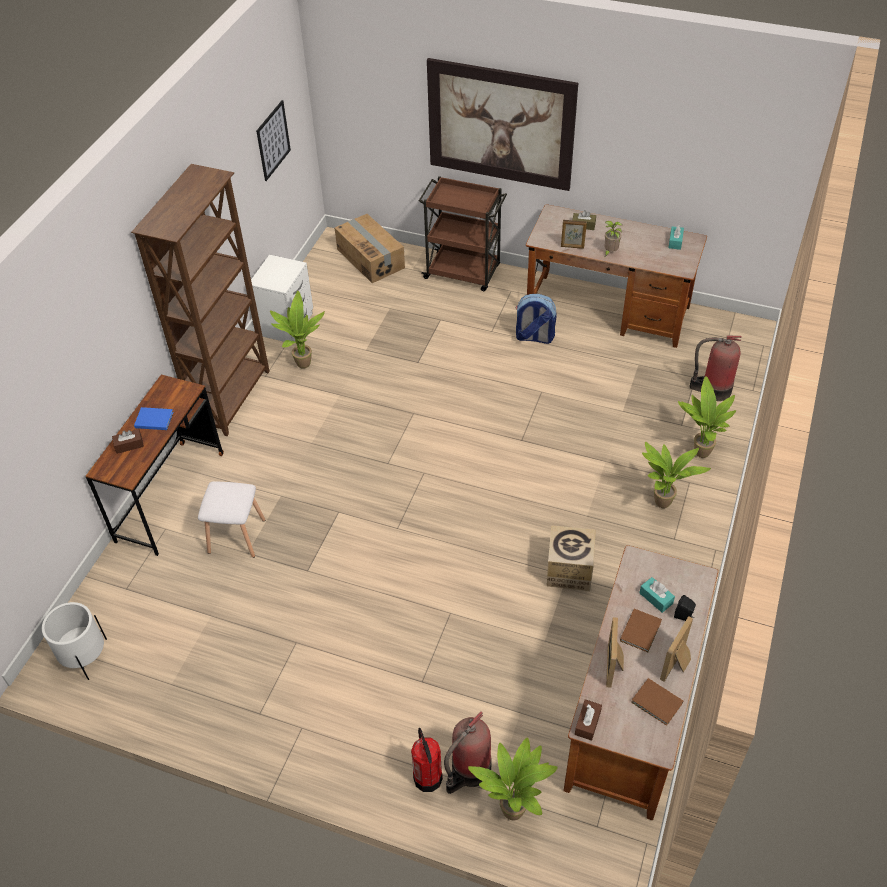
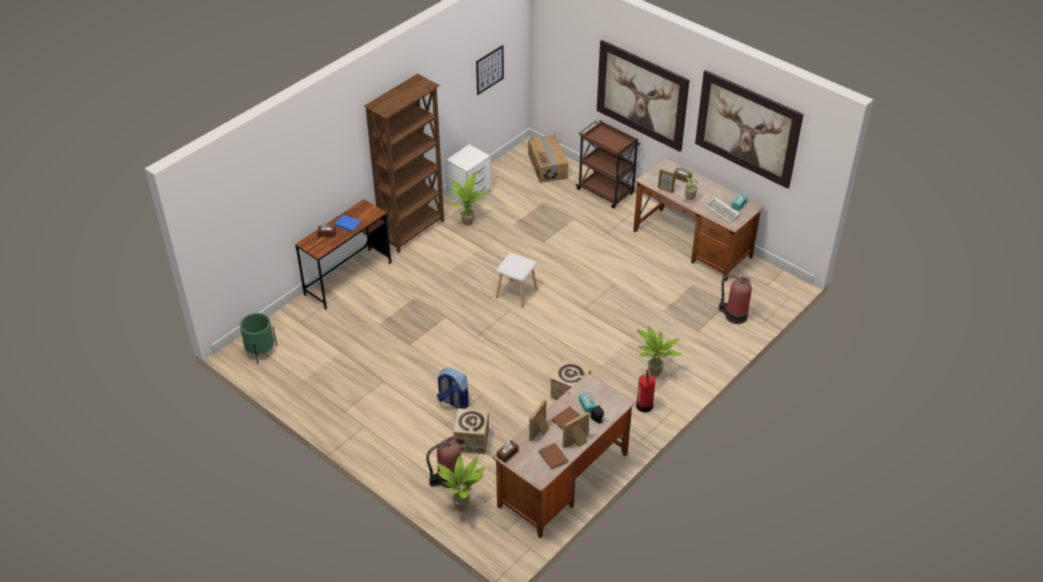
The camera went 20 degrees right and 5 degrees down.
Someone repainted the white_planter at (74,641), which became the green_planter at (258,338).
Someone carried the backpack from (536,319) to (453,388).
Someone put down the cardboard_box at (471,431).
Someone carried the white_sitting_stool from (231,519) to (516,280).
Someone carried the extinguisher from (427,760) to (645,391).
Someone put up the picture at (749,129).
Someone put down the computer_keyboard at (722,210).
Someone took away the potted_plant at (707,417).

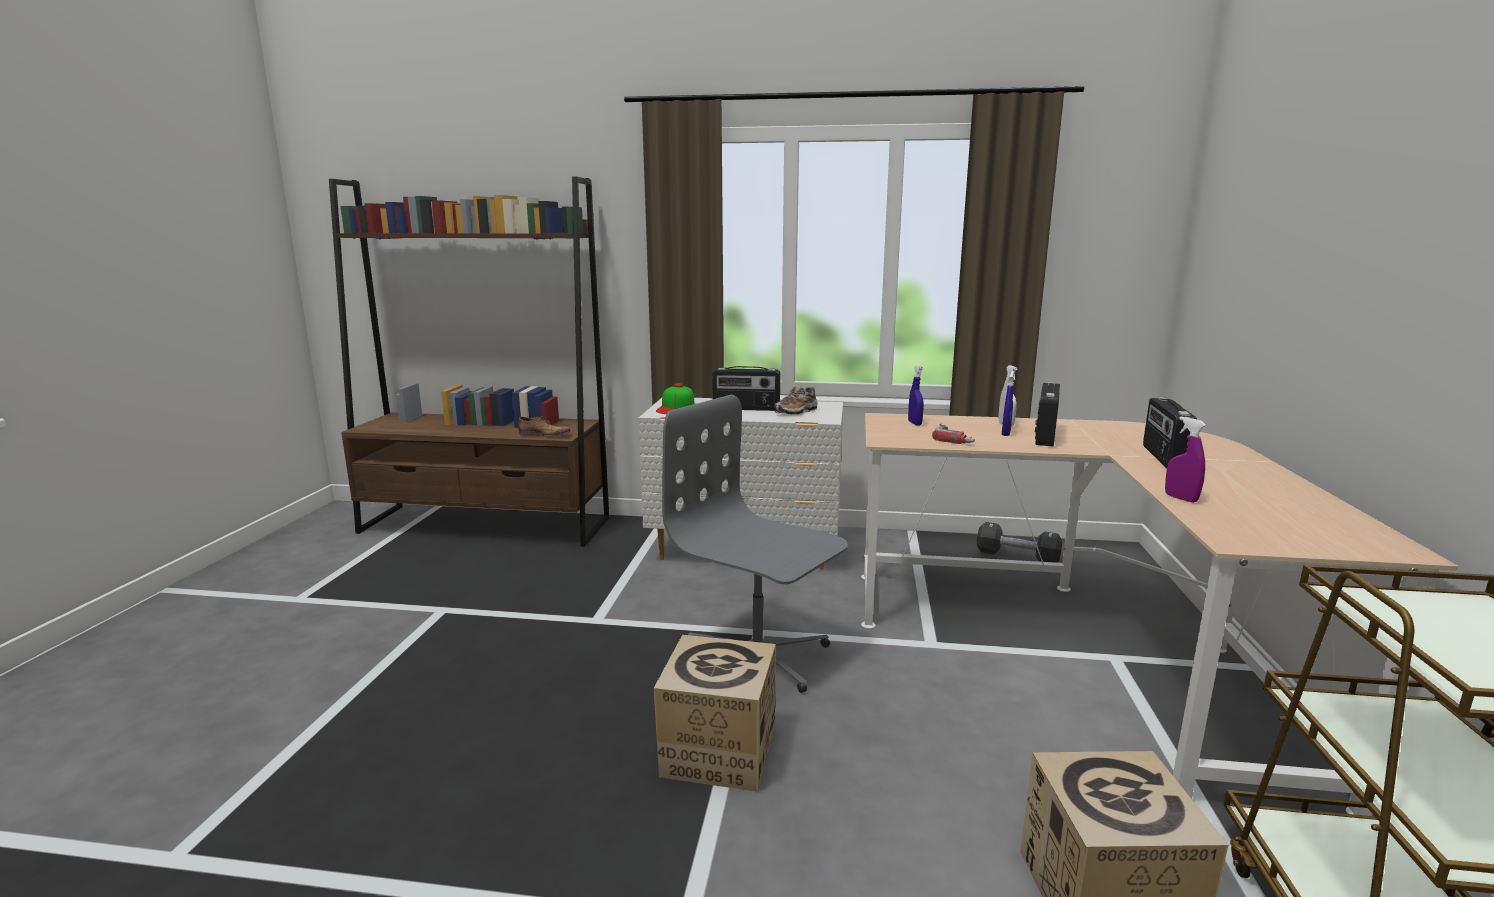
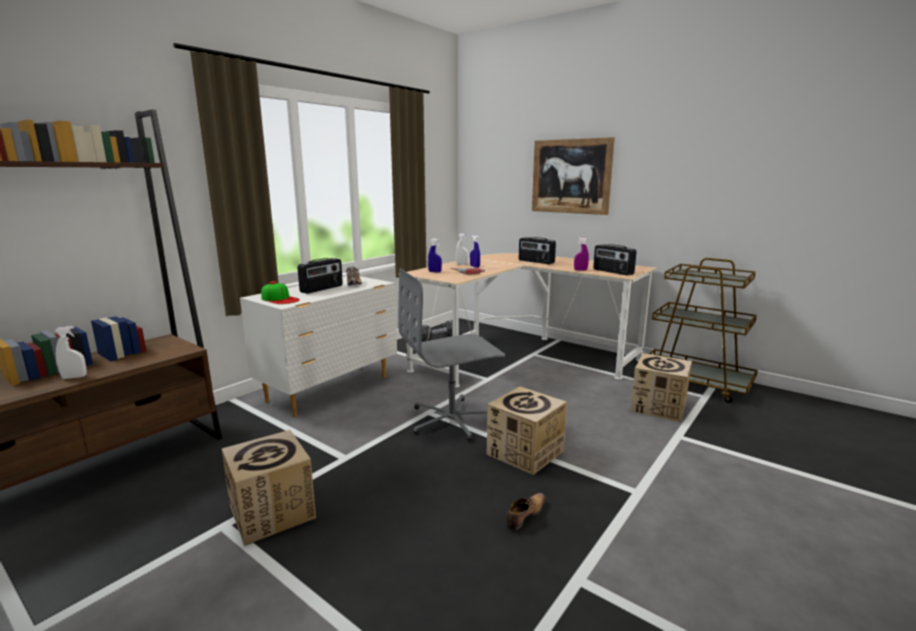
The camera went 60 degrees left and 0 degrees up.
Someone put down the white_spray_bottle at (70,352).
Someone put down the cardboard_box at (269,488).
Someone carried the shoe from (544,426) to (526,512).
Someone put up the picture at (573,176).
Someone carried the radio from (1047,414) to (615,260).

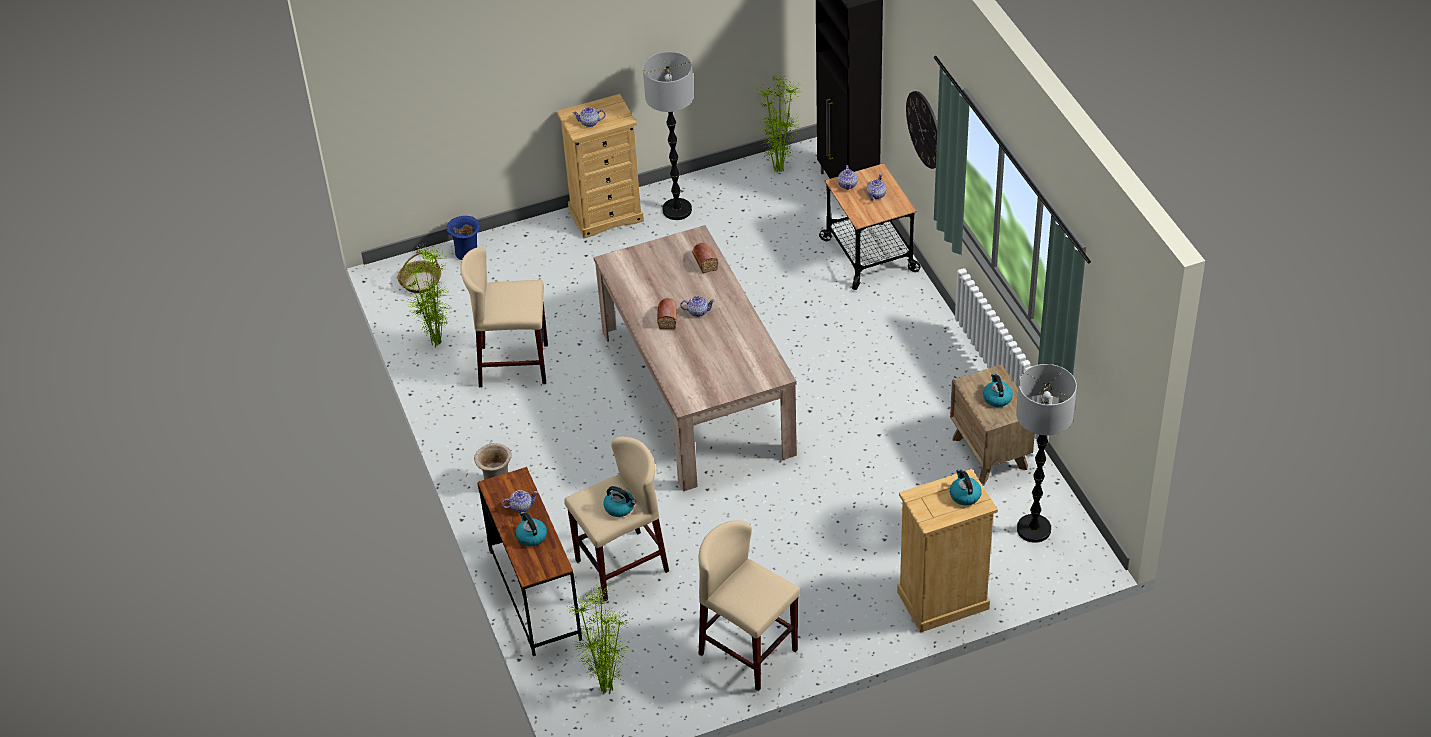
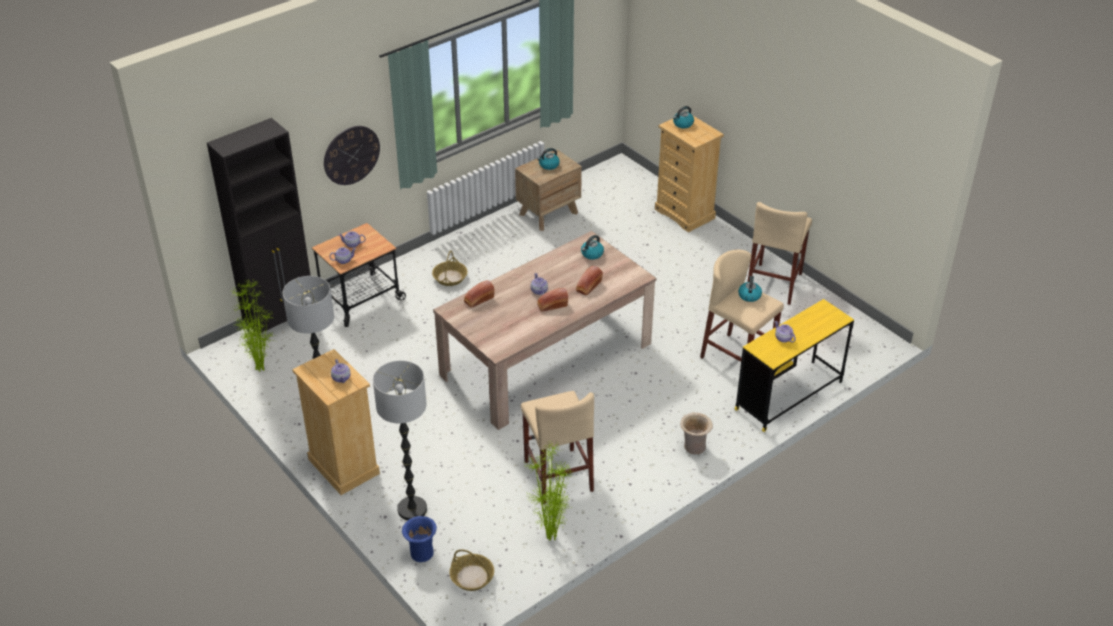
The camera went 110 degrees left and 5 degrees down.
Someone carried the standard_lamp from (1046,453) to (400,440).
Someone put down the household_basket at (450,268).
Someone put down the baked_bread at (589,280).
Someone carried the water_kettle from (531,529) to (592,247).
Someone repainted the brown-coloured_desk at (530,561), which became the yellow_desk at (794,365).
Someone took away the potted_plant at (598,638).

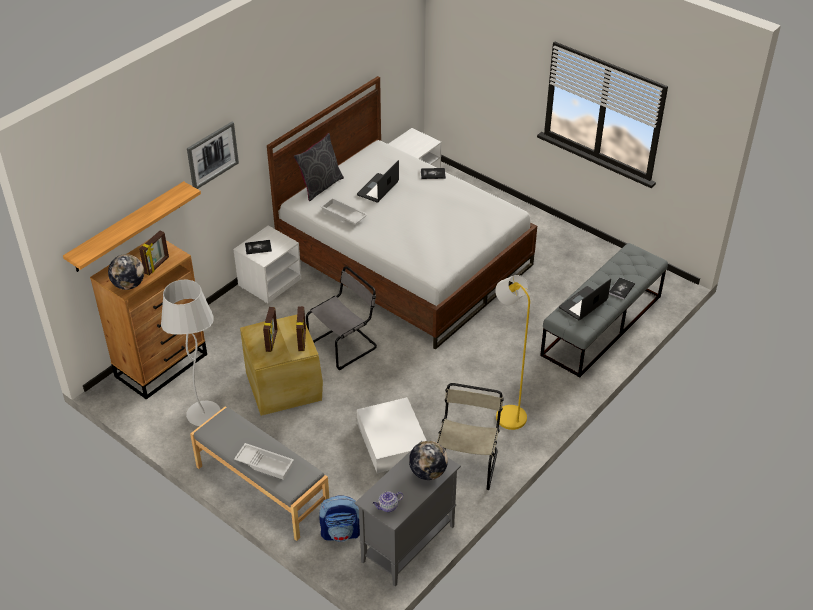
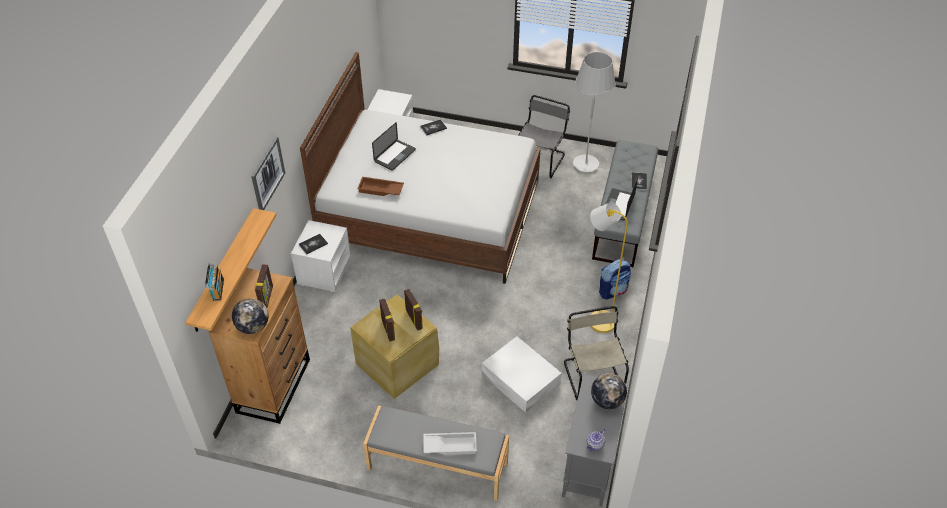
The camera went 25 degrees left and 5 degrees up.
Someone put down the radio at (214,282).
Someone repainted the white_tray at (344,210), which became the brown-coloured_tray at (380,186).
Someone rotated the notebook_computer at (378,181) by 150 degrees counterclockwise.
Someone carried the greyish_chair from (341,318) to (544,136).
Someone carried the white_standard_lamp from (191,353) to (594,112).
Someone carried the backpack from (339,518) to (615,279).
Someone took away the greyish_cushion at (318,167).

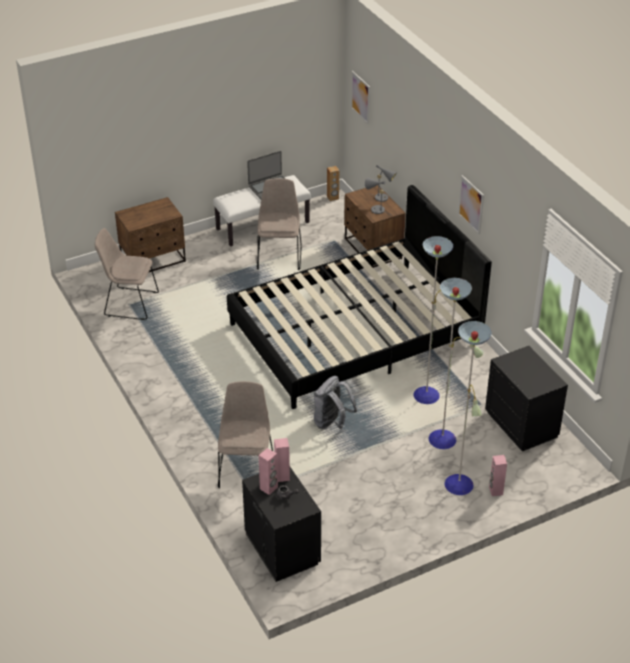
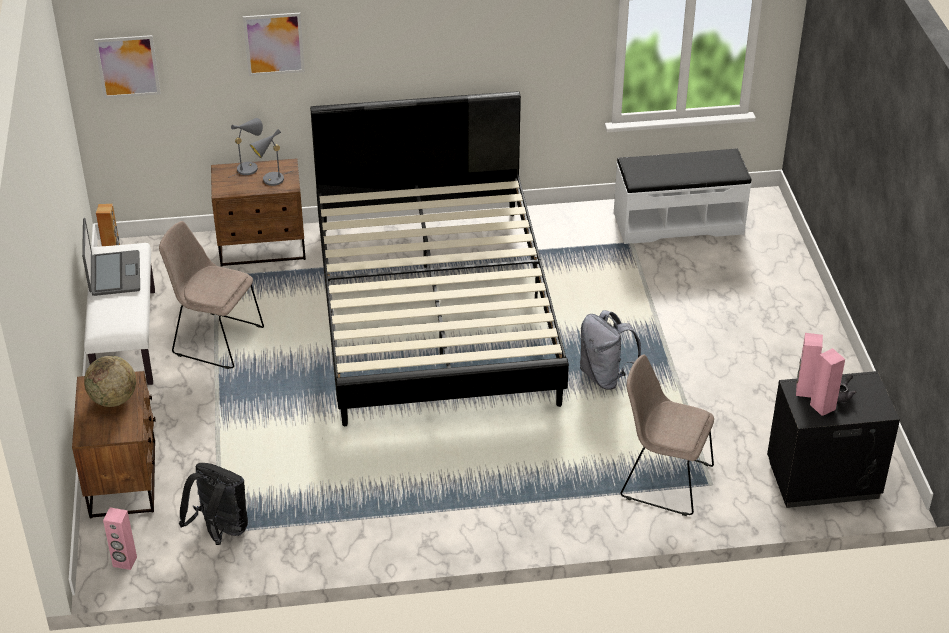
The camera went 70 degrees left and 0 degrees up.
Someone put down the world_globe at (110,381).
Someone carried the pink_loudspeaker from (498,475) to (120,538).
Someone swapped the beige_chair at (127,274) for the black-coloured_backpack at (213,504).
Someone carried the picture from (471,204) to (274,44).
Someone swapped the black-coloured_nightstand at (526,398) for the white_bench at (683,196).
Someone took away the standard_lamp at (452,365).

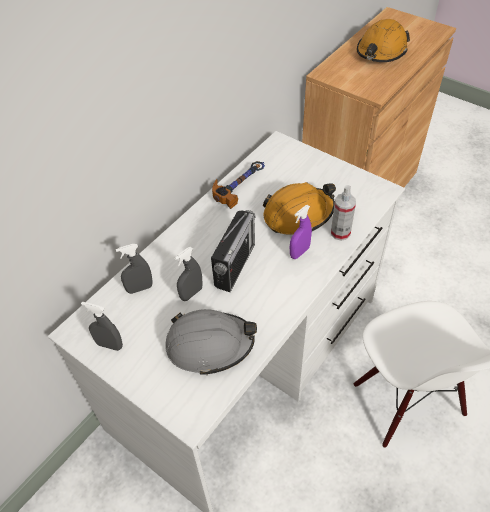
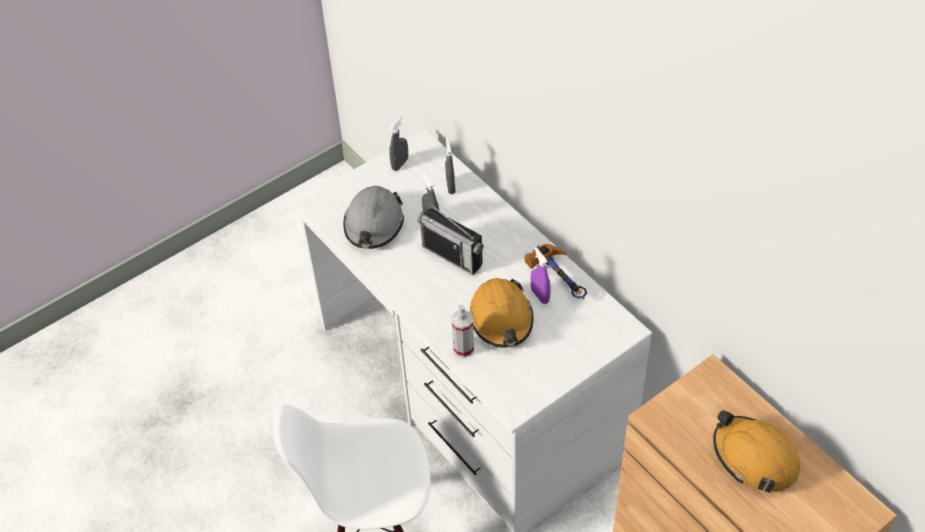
The camera went 105 degrees right and 0 degrees up.
Someone carried the purple_spray_bottle from (301,232) to (541,275).

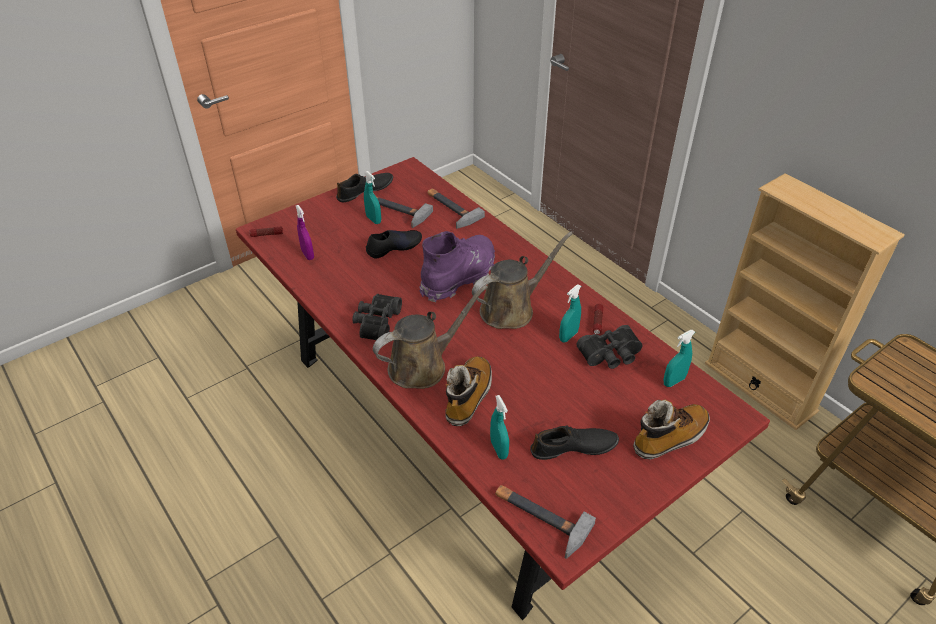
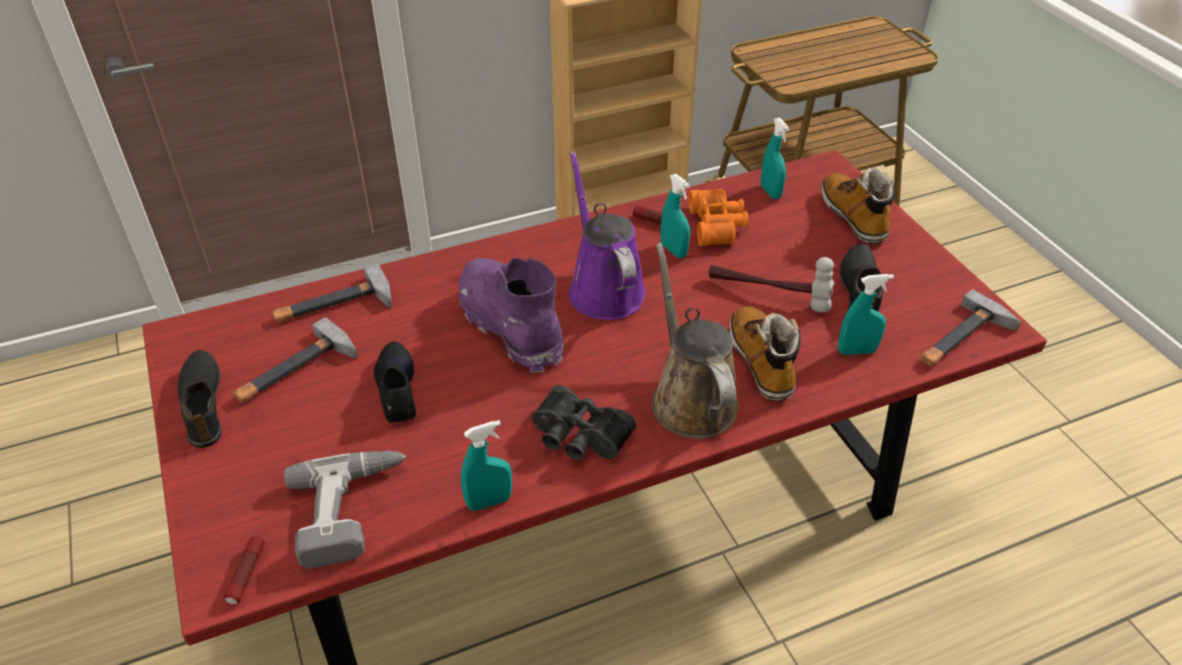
The camera went 75 degrees left and 0 degrees up.
Someone swapped the purple_spray_bottle at (305,232) for the drill at (345,509).
Someone carried the turquoise-coloured_spray_bottle from (372,197) to (486,465).
Someone repainted the brown-coloured_sprinkling_can at (522,280), which became the purple_sprinkling_can at (607,235).
Someone repainted the black-coloured_binoculars at (609,347), which became the orange_binoculars at (718,217).
Someone put down the tool_hammer at (771,285).
Someone rotated the high-top_boot at (468,391) by 45 degrees clockwise.

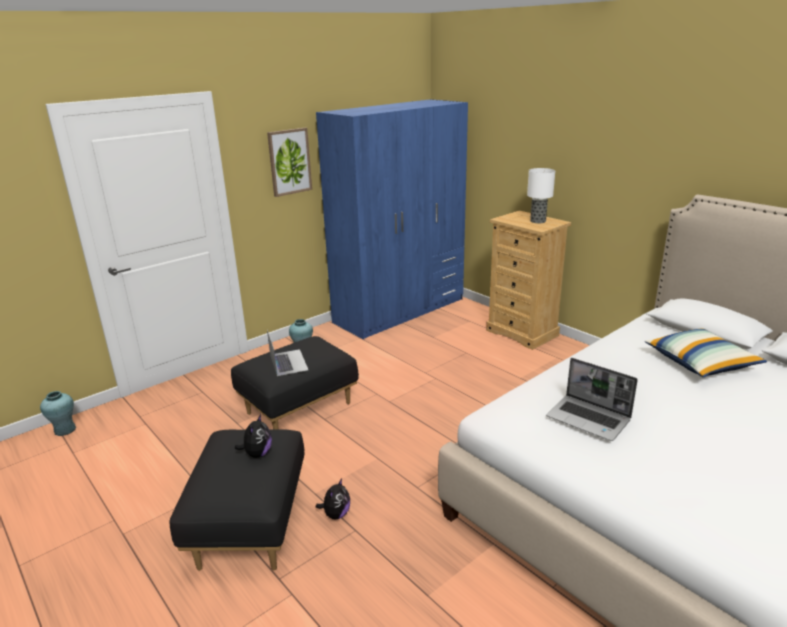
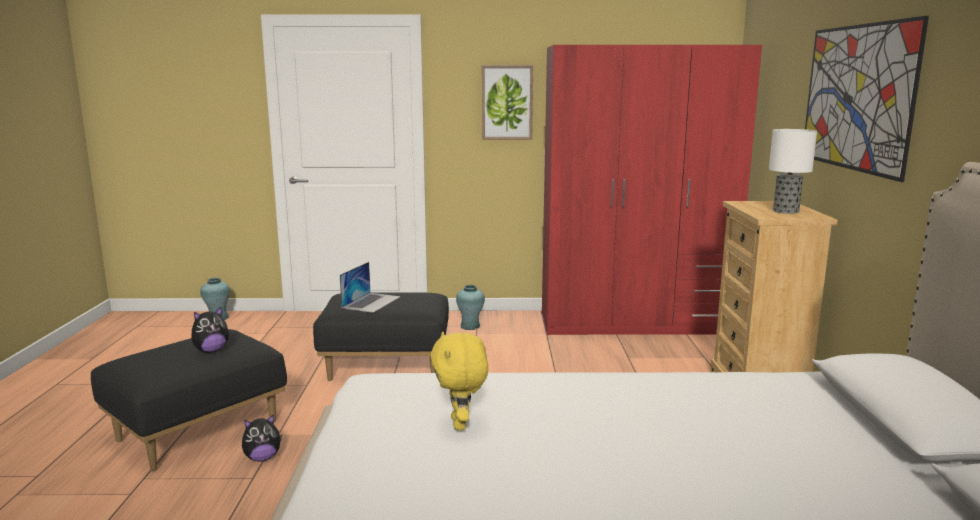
The camera went 40 degrees right and 10 degrees down.
Someone swapped the notebook_computer at (592,399) for the yellow_soft_toy at (459,380).
Someone repainted the blue_wardrobe at (392,219), which became the red-coloured_wardrobe at (652,190).
Someone put up the picture at (867,99).
Someone took away the cushion at (706,352).

